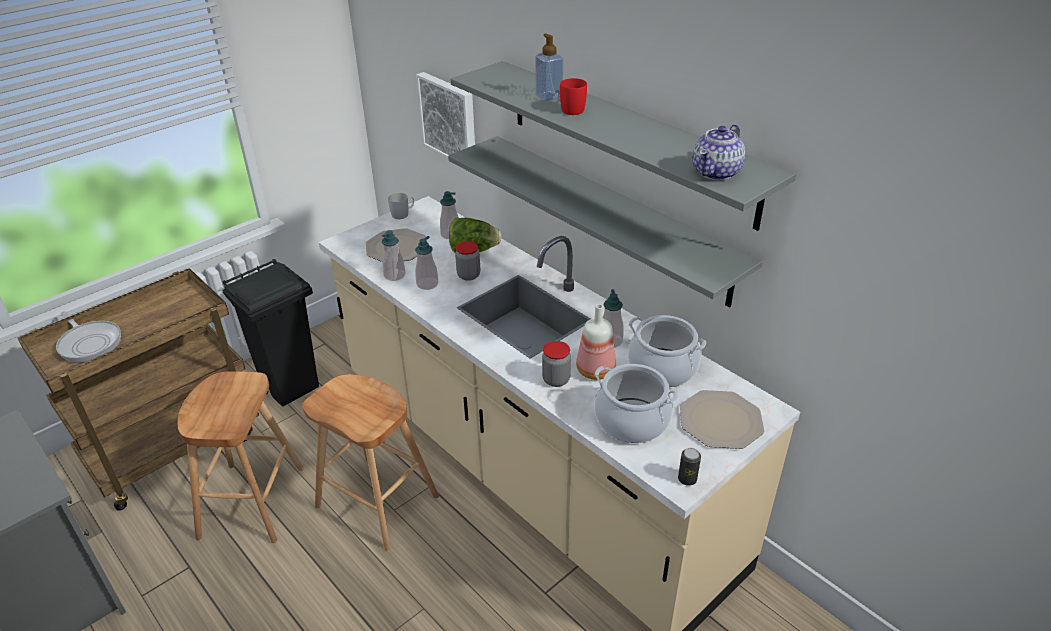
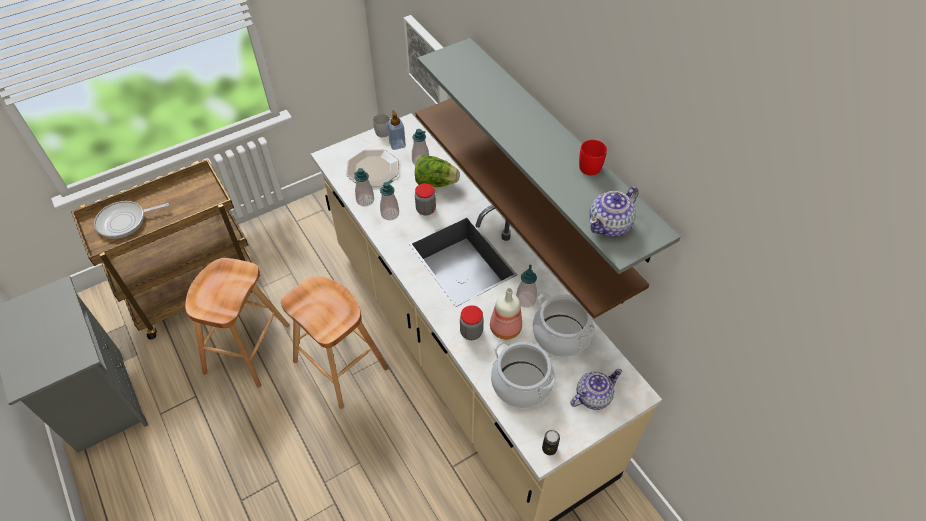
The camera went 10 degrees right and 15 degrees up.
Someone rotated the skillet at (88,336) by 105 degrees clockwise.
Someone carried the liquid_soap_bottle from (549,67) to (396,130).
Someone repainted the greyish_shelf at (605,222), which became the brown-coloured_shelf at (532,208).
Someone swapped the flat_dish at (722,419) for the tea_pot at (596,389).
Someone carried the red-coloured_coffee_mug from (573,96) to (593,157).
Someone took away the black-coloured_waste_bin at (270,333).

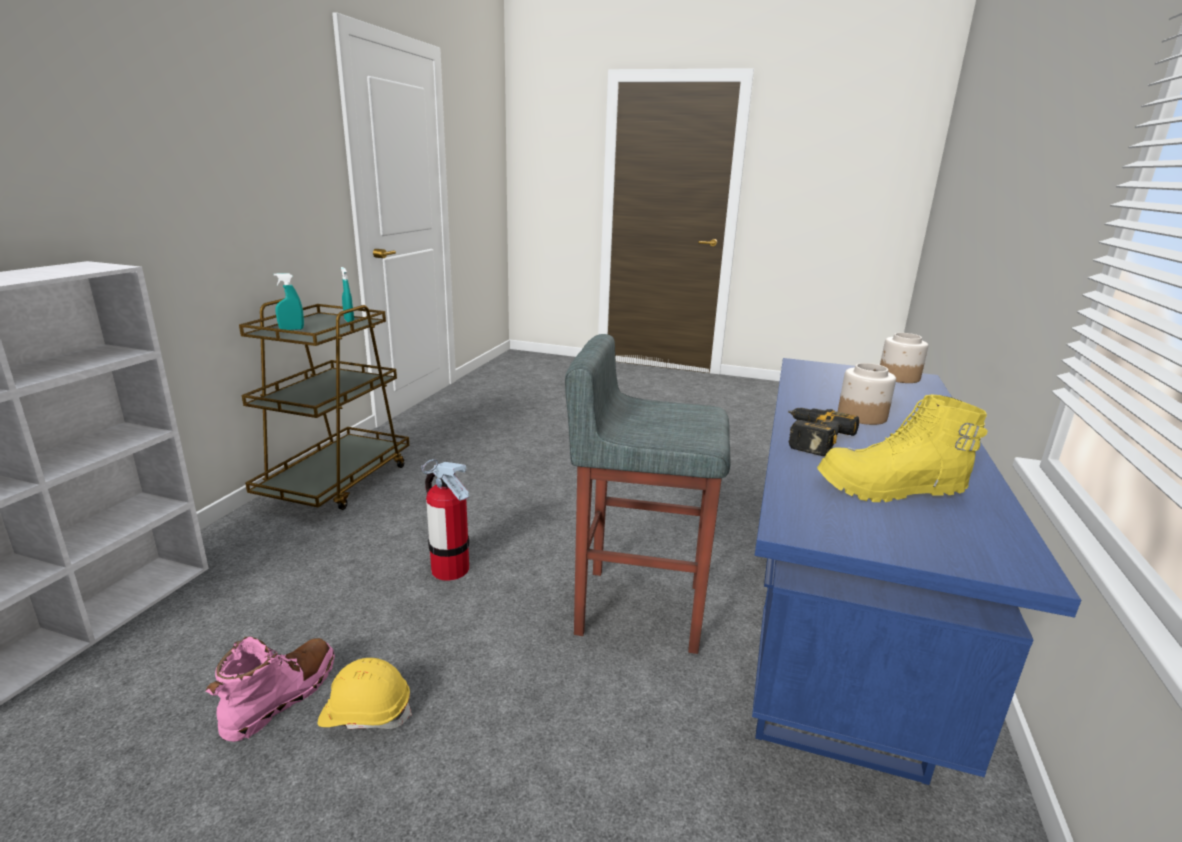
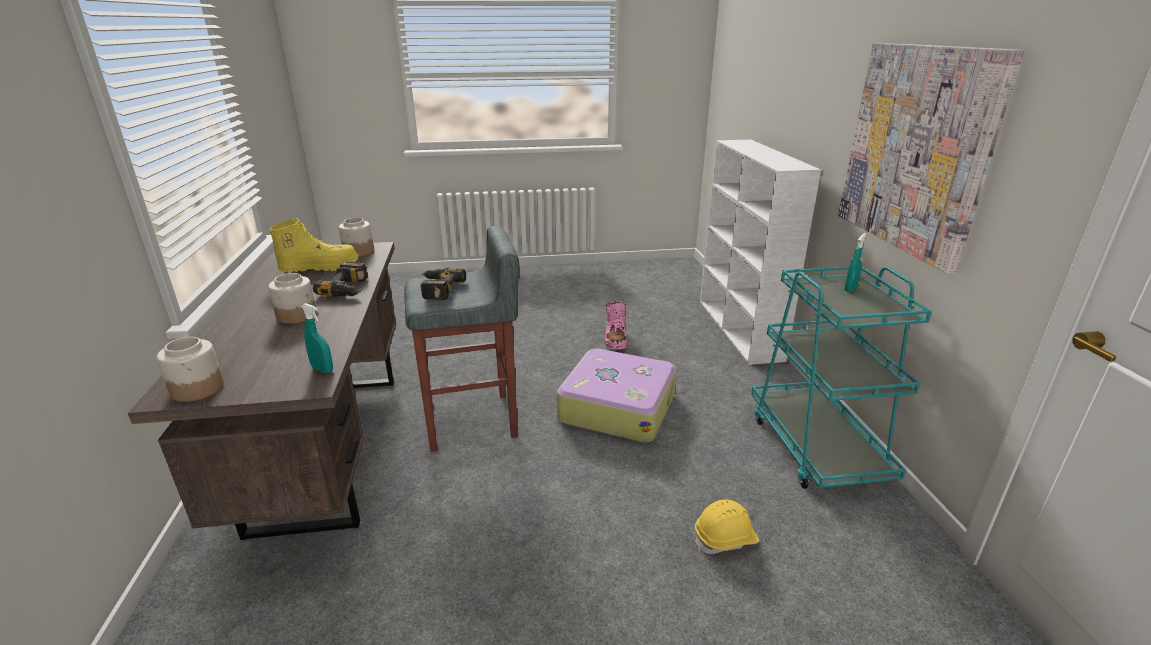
The camera went 155 degrees right and 5 degrees up.
Someone repainted the blue_desk at (916,571), which became the brown-coloured_desk at (262,391).
Someone carried the turquoise-coloured_spray_bottle from (347,294) to (317,338).
Someone put down the jar at (356,237).
Someone put down the drill at (443,283).
Someone swapped the extinguisher at (445,520) for the piece_of_luggage at (617,395).
Someone carried the yellow_work_helmet from (365,694) to (727,527).
Someone repainted the brown-coloured_wheeled_cart at (324,404), which became the turquoise-coloured_wheeled_cart at (841,377).
Someone put up the picture at (931,158).

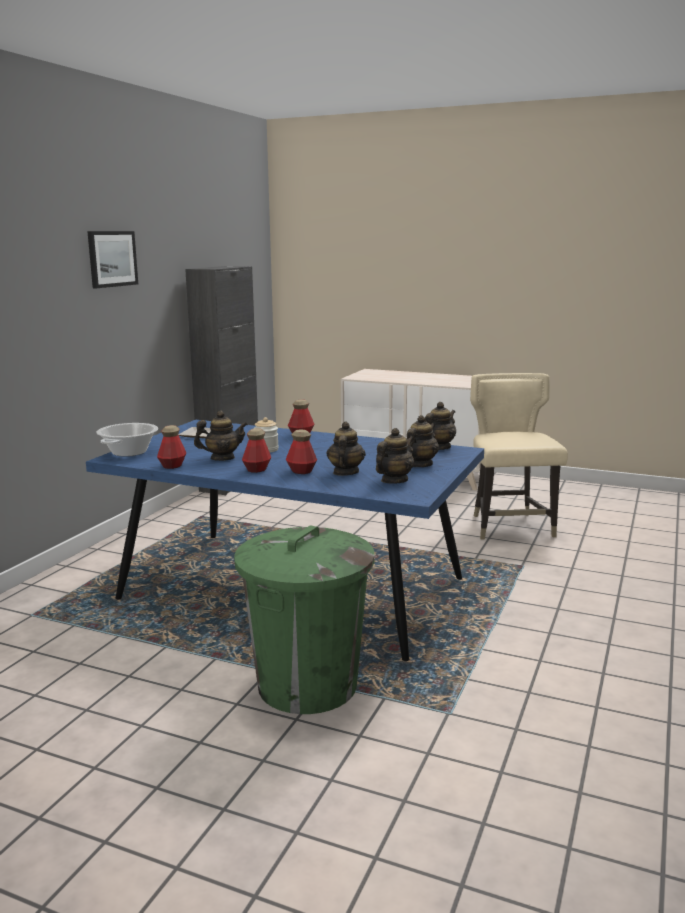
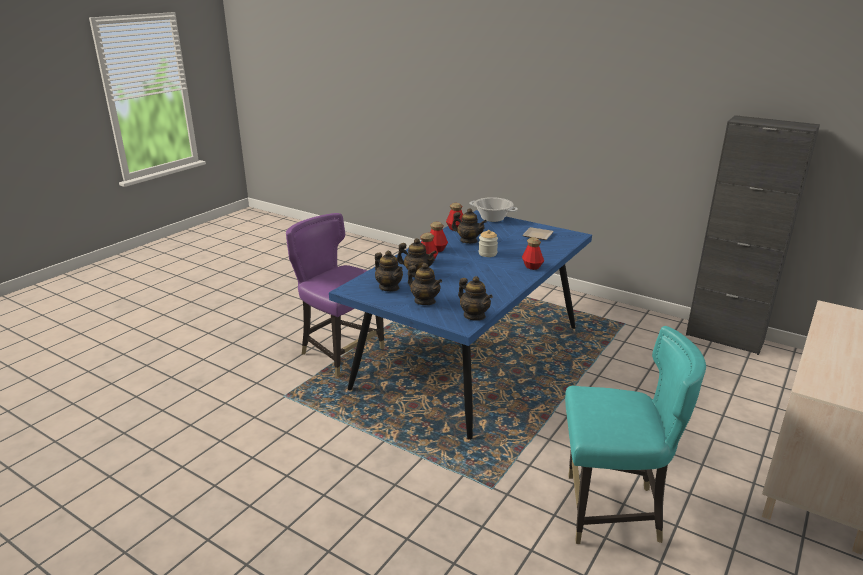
The camera went 100 degrees right and 10 degrees up.
Someone swapped the green_waste_bin at (304,620) for the purple_chair at (335,295).
Someone rotated the tea_pot at (221,436) by 60 degrees counterclockwise.
Someone repainted the beige_chair at (519,456), which became the turquoise-coloured_chair at (635,435).
Someone took away the picture at (112,259).

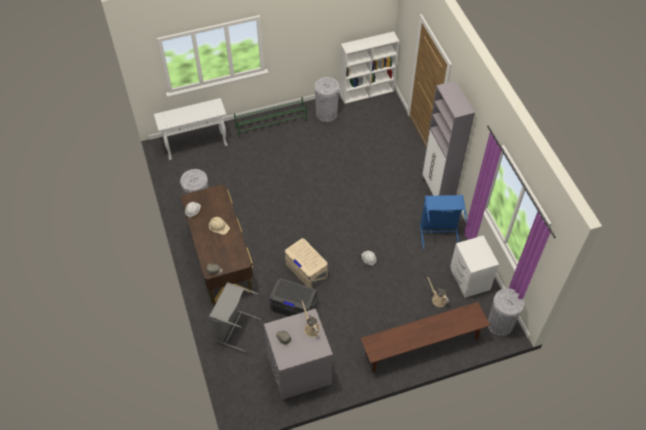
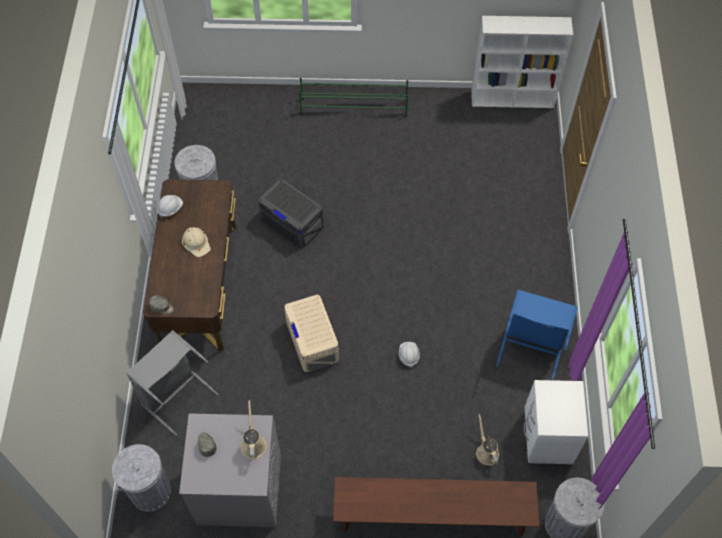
The camera went 20 degrees right and 5 degrees up.
Someone carried the greyish_waste_bin from (327,99) to (141,478).
Someone carried the greyish_storage_container from (293,297) to (291,213).
Someone took away the white_console_table at (191,129).
Someone took away the greyish_storage_cabinet at (448,138).

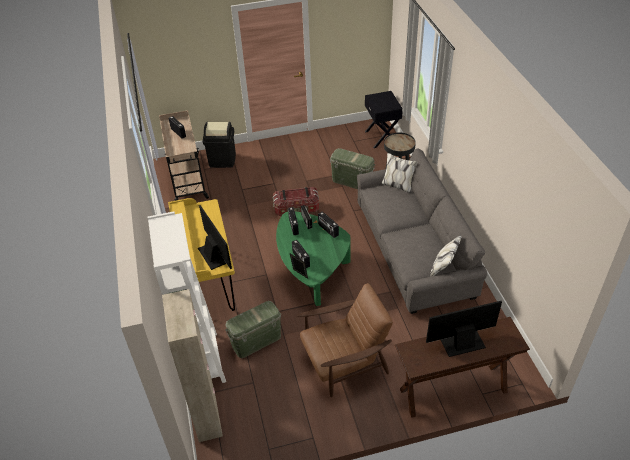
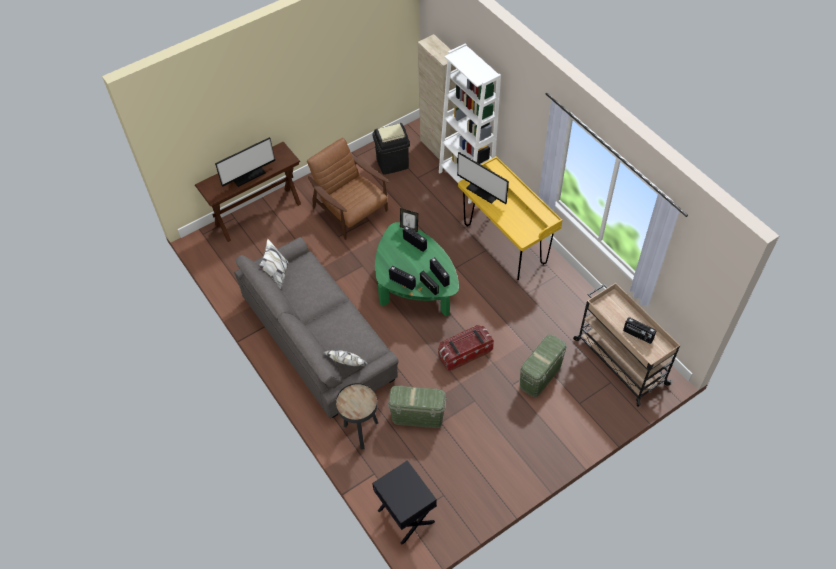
The camera went 160 degrees right and 10 degrees up.
Someone rotated the brown-coloured_armchair at (344,340) by 90 degrees clockwise.
Someone carried the black-coloured_waste_bin from (219,145) to (391,149).
Someone carried the green_storage_container from (253,329) to (543,365).

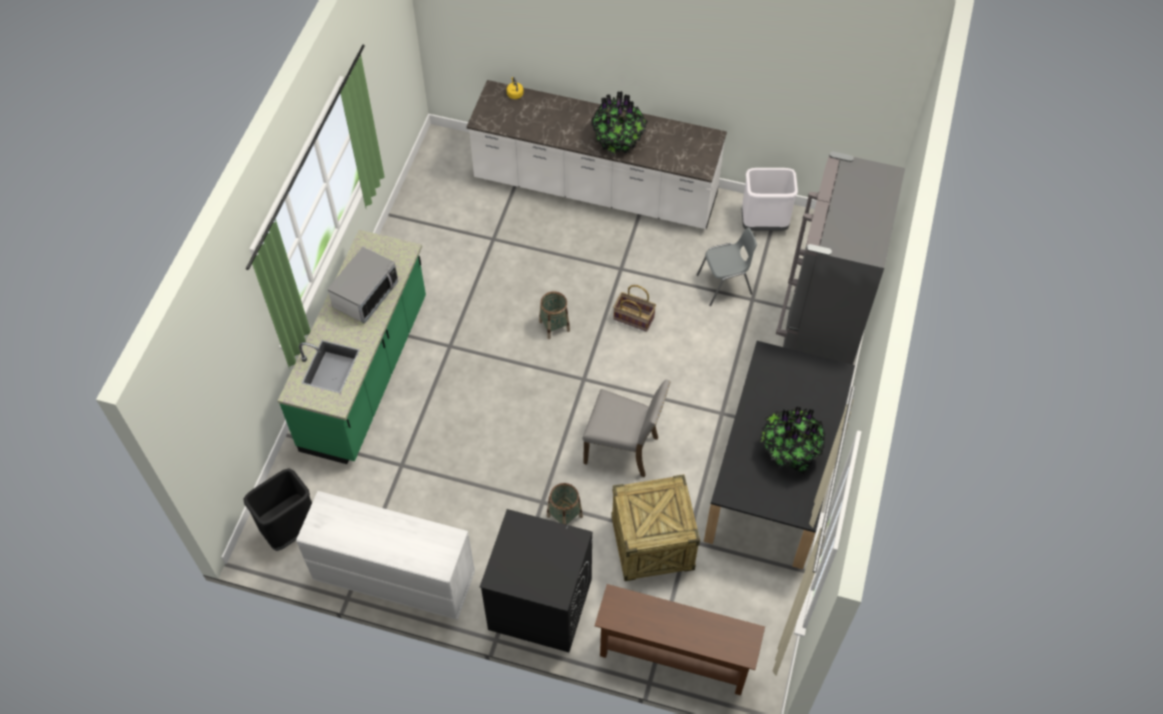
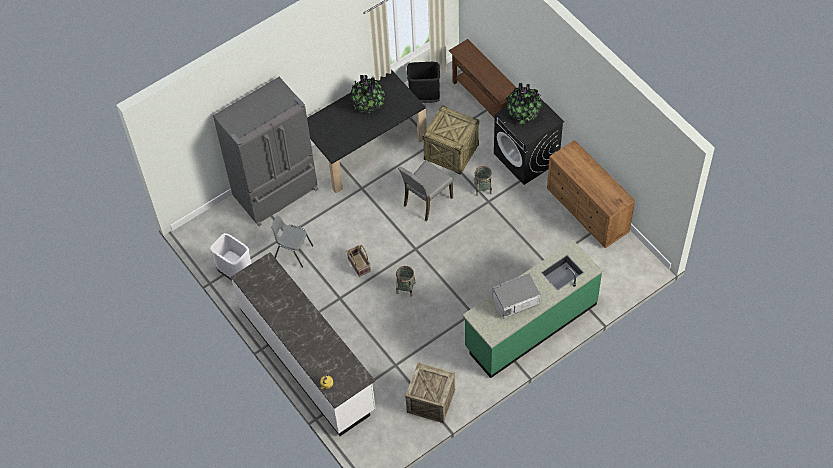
The camera went 140 degrees left and 0 degrees up.
Someone rotated the greyish_chair at (627,428) by 105 degrees counterclockwise.
Someone put down the packing_crate at (430,392).
Someone carried the black-coloured_waste_bin from (278,510) to (423,82).
Someone carried the potted_plant from (619,123) to (524,104).
Someone repainted the white_dresser at (385,555), which became the brown-coloured_dresser at (591,194).

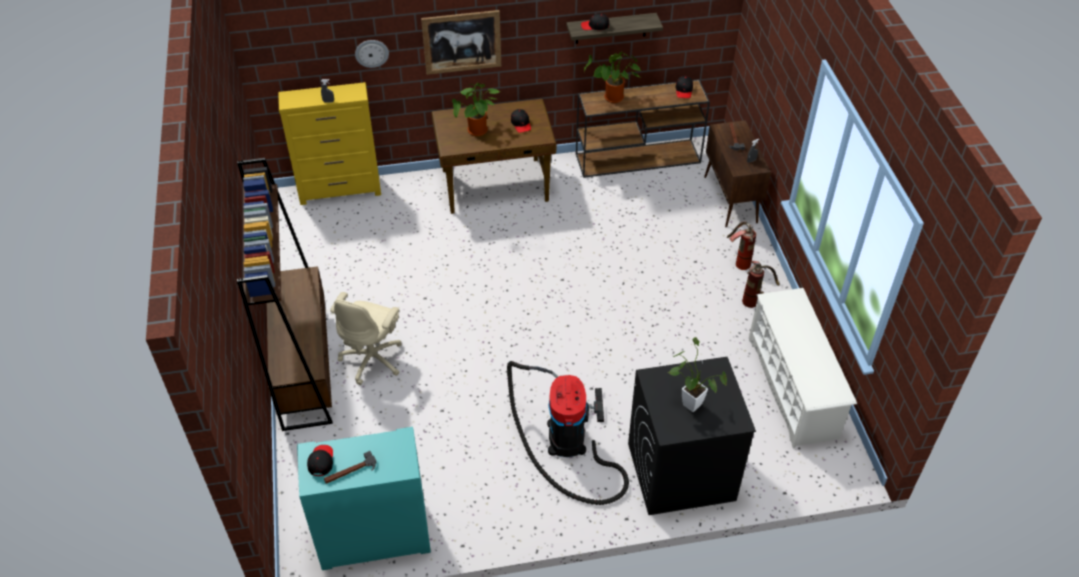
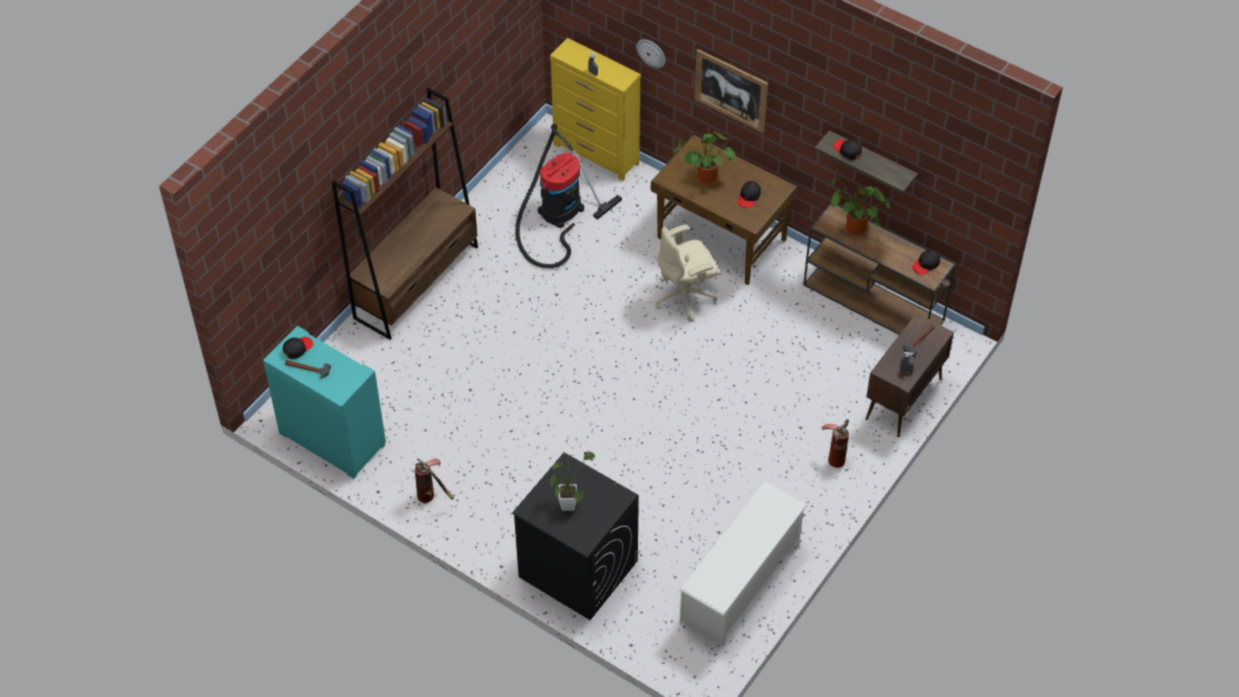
The camera went 45 degrees right and 5 degrees up.
Someone carried the extinguisher from (761,284) to (434,480).
Someone carried the hoover from (568,433) to (568,196).
Someone carried the beige_office_chair from (366,338) to (687,273).

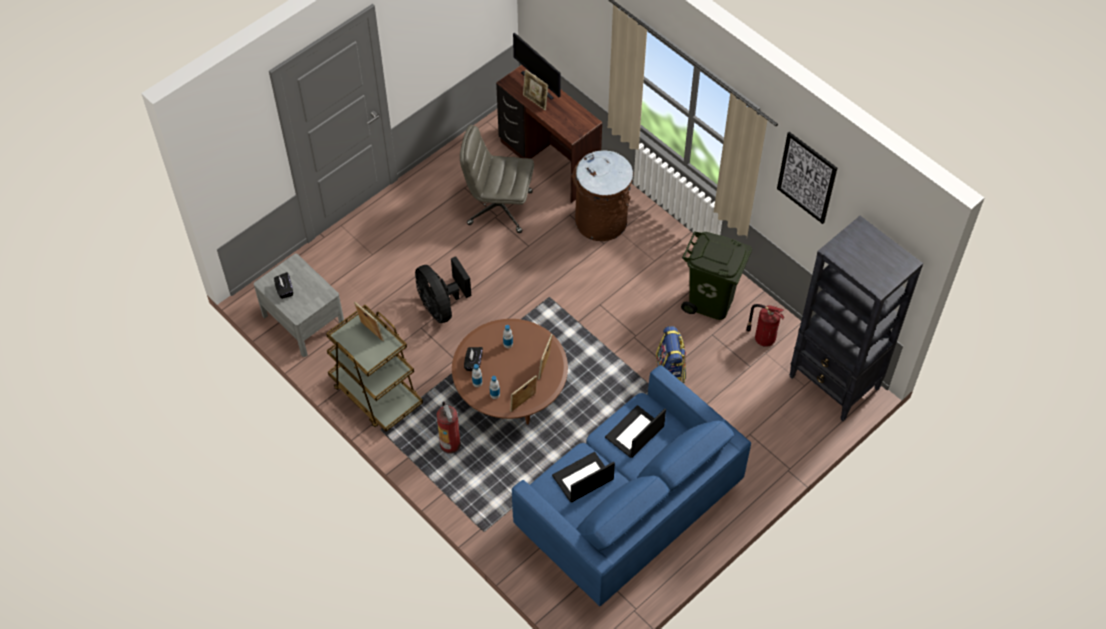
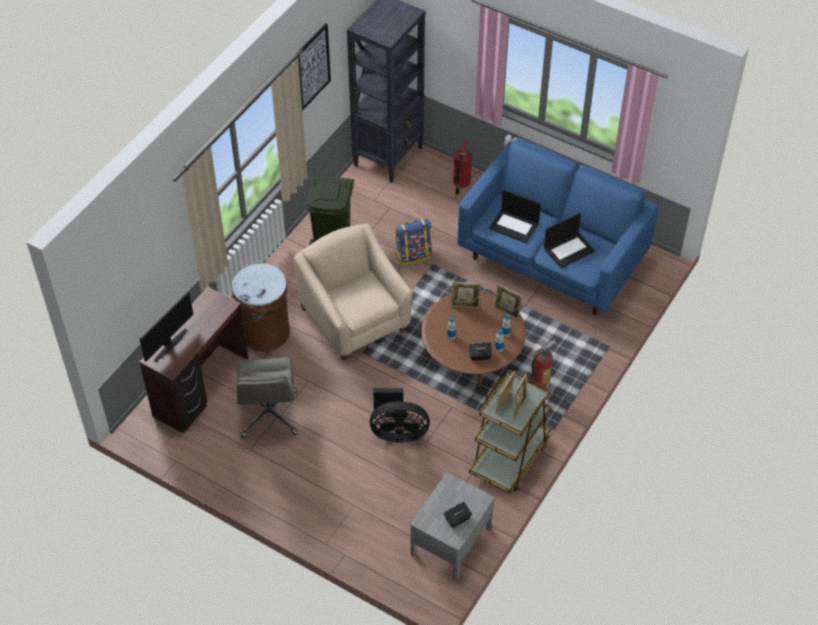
The camera went 105 degrees left and 5 degrees down.
Someone put down the beige_armchair at (353,292).
Someone rotated the black-coloured_electric_fan at (443,289) by 45 degrees clockwise.
Someone carried the extinguisher from (765,325) to (462,167).
Someone carried the standing_frame from (535,89) to (519,396).
Someone rotated the notebook_computer at (583,477) by 75 degrees counterclockwise.

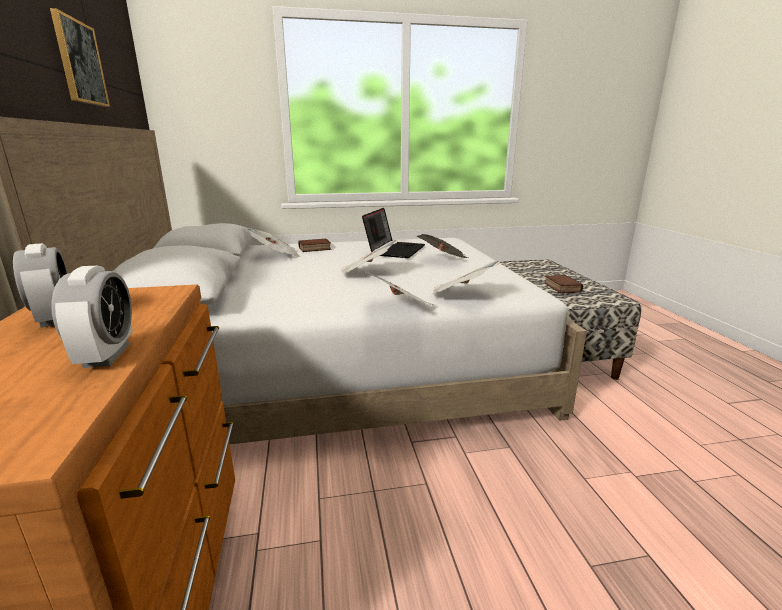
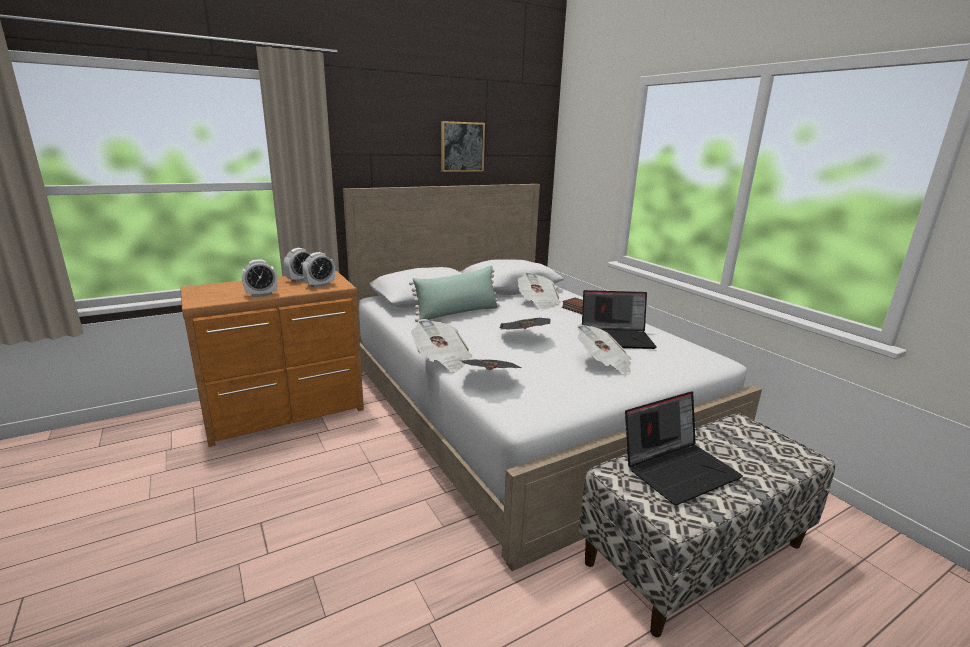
The camera went 70 degrees right and 0 degrees up.
Someone put down the alarm_clock at (318,270).
Someone put down the green_cushion at (454,293).
Someone swapped the book at (563,284) for the notebook_computer at (684,448).

